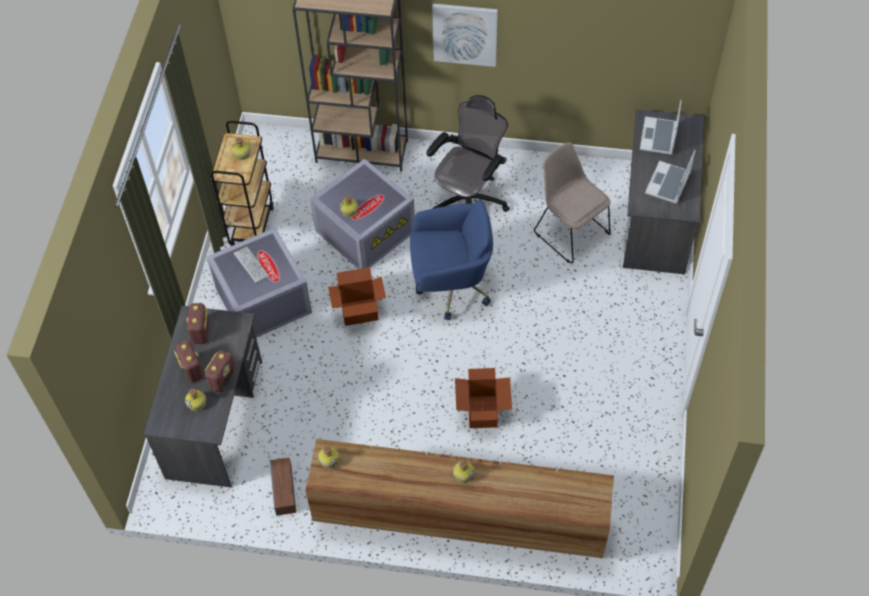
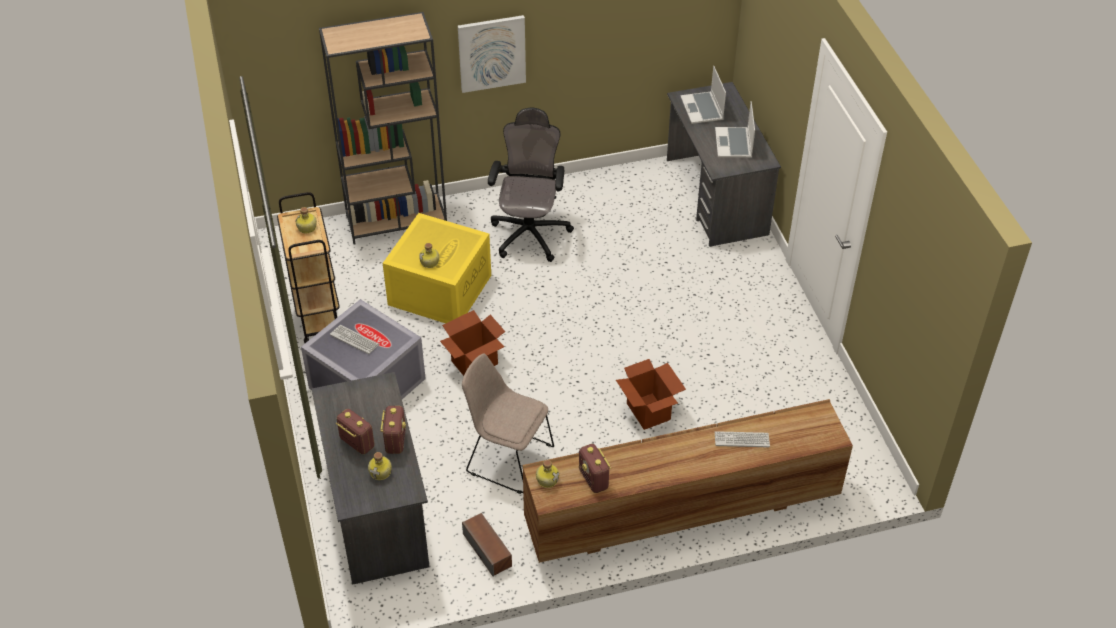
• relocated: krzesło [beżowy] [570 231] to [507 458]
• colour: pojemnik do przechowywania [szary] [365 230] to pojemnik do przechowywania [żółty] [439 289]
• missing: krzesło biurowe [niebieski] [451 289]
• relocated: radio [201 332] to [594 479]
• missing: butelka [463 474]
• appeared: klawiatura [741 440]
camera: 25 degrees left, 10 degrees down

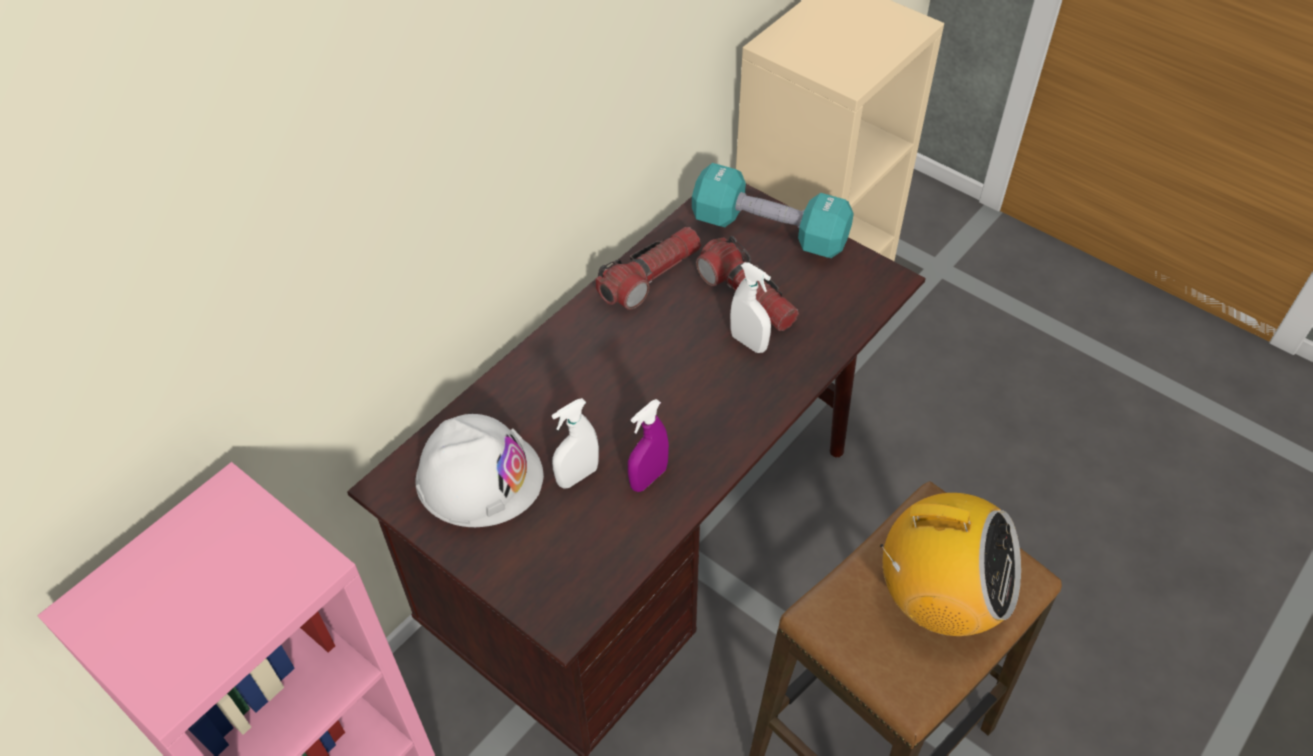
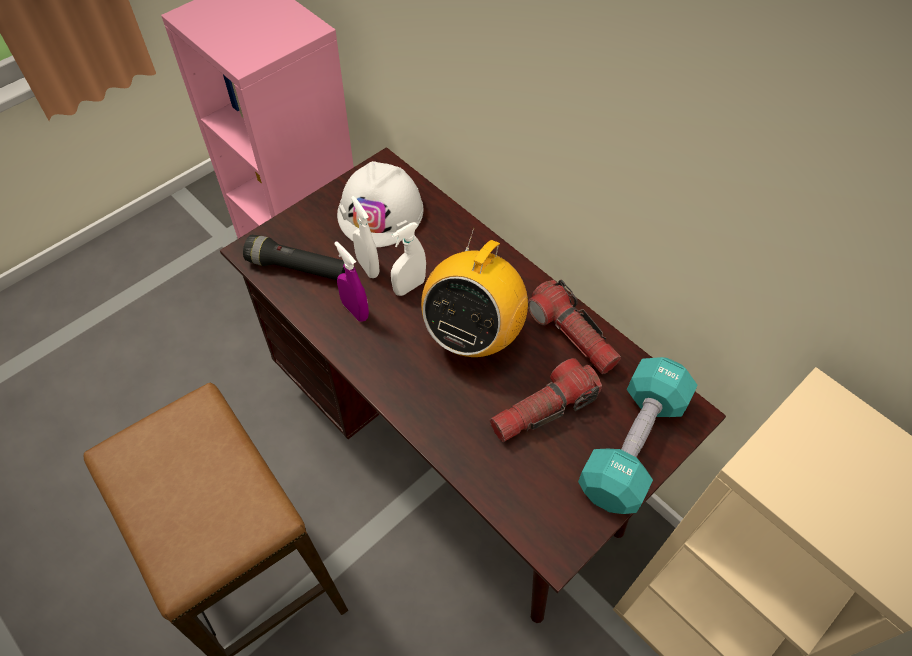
• relocated: spryskiwacz [biały] [748 342] to [409 287]
• relocated: radio [939 600] to [472 334]
• appeared: latarka [czarny] [299 268]
camera: 95 degrees right, 5 degrees up

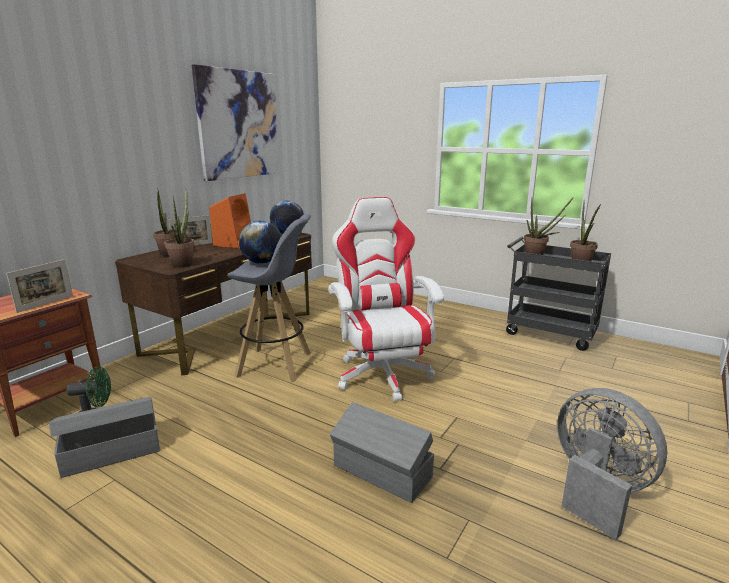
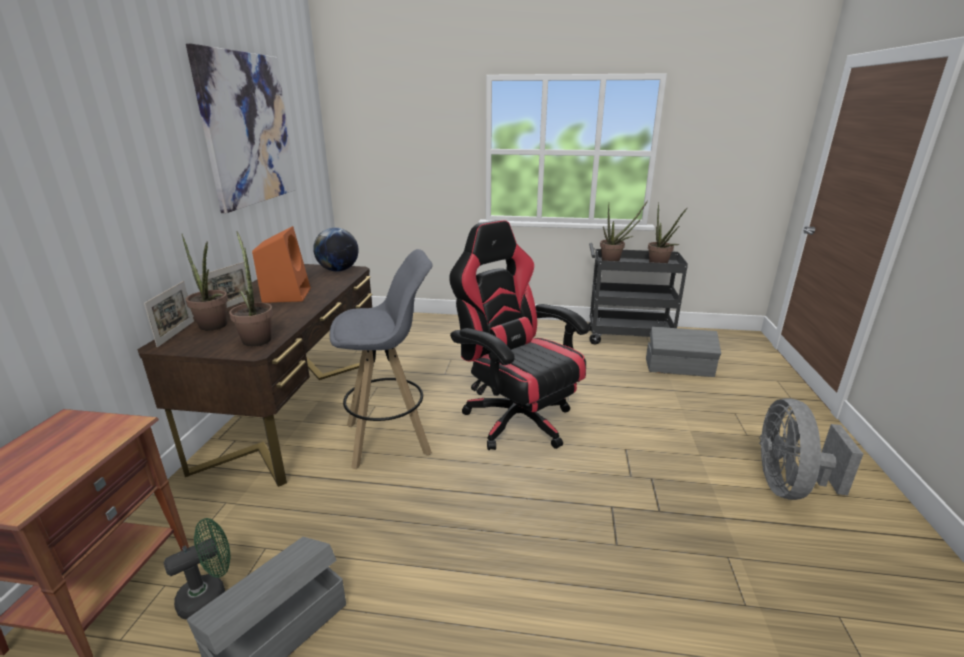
• colour: krzesło biurowe [biały] [382 375] to krzesło biurowe [czarny] [518 421]
• missing: globus [262 262]
• relocated: ramka na zdjęcie [45 304] to [176 333]
• spun: wentylator [szary] [597 489] = [788 486] 105 degrees counterclockwise
• relocated: pojemnik do przechowywania [szary] [382 472] to [679 368]
camera: 25 degrees left, 5 degrees up

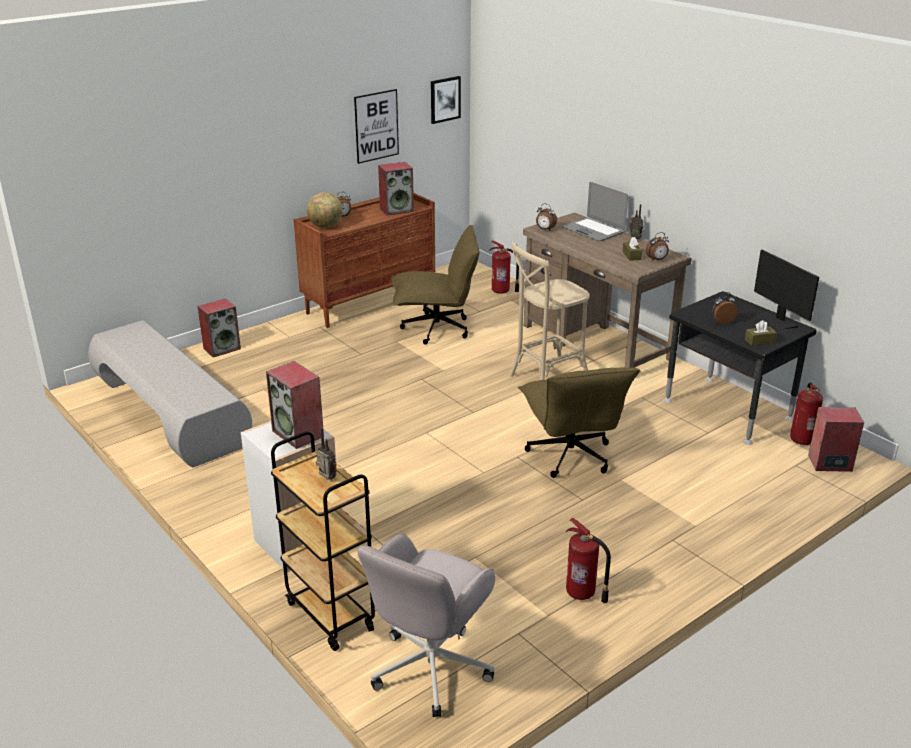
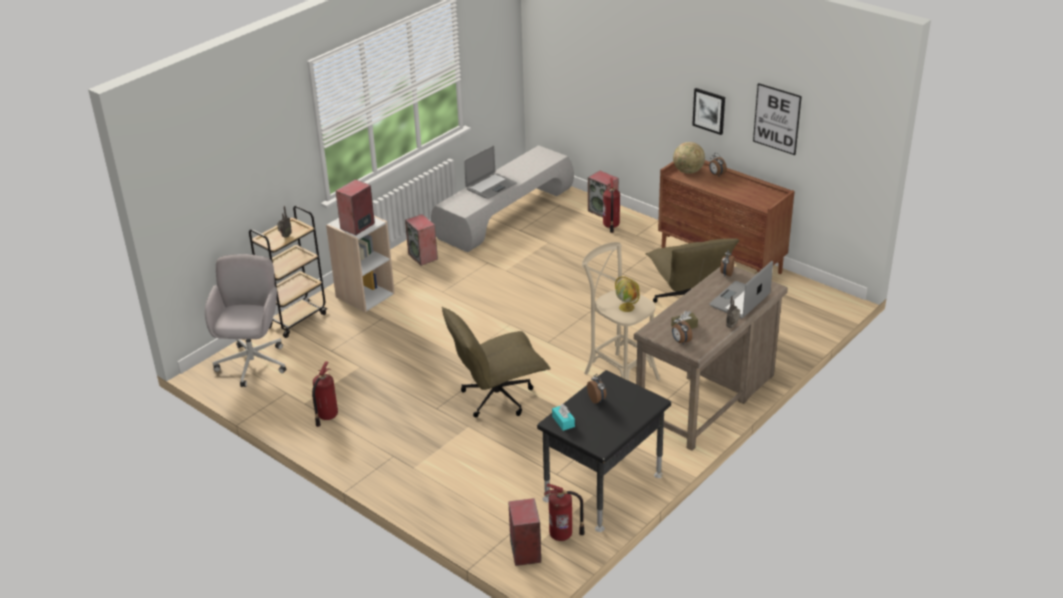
• relocated: obraz [445 99] to [709 111]
• relocated: głośnik [397 209] to [423 257]
• relocated: gaśnica [502 291] to [611 225]
• missing: monitor [775 321]
• colour: pudełko chusteczek [brązowy] [759 341] to pudełko chusteczek [turkusowy] [563 421]
• spun: krzesło biurowe [szary] [430 670] = [253 363] 75 degrees clockwise
• appeared: laptop [491 186]
• appeared: globus [627 307]
camera: 80 degrees right, 5 degrees up

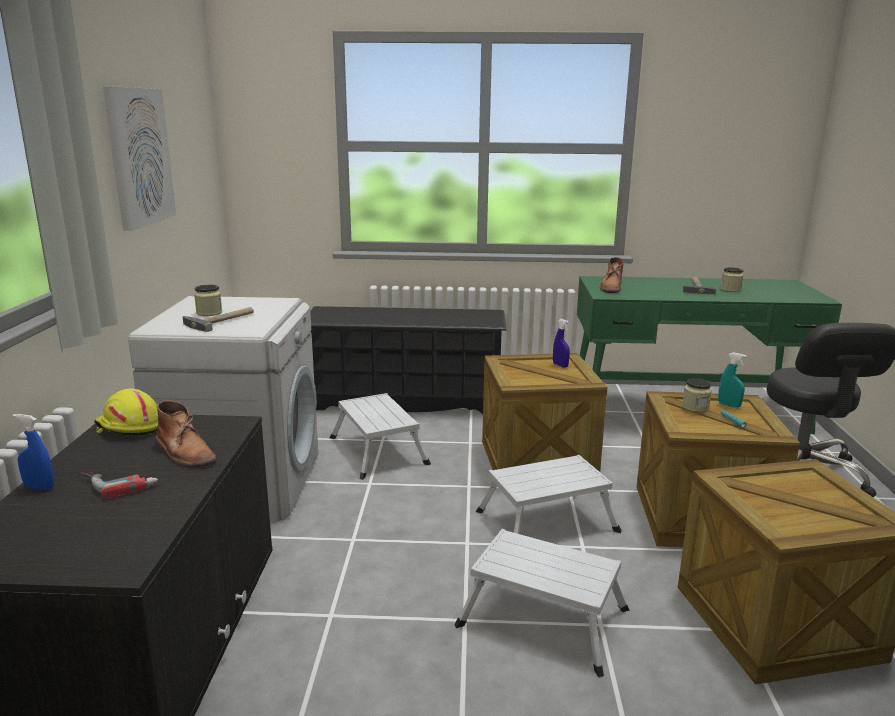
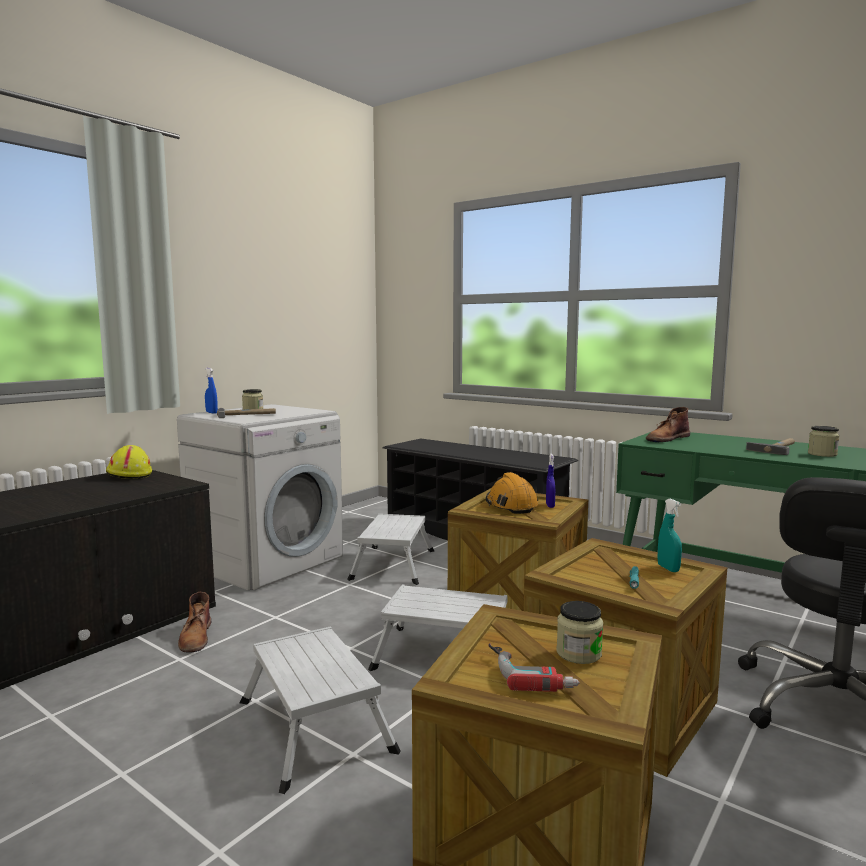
• missing: obraz [139 157]
• relocated: słoik [695 407] to [578 653]
• relocated: but z cholewką [brązowy] [185 452] to [196 637]
• relocated: spryskiwacz [niebieski] [39 487] to [211 412]
• relocated: wiertarka [120 482] to [531 671]
• appeared: kask [pomarańczowy] [511 505]
camera: 35 degrees right, 10 degrees down

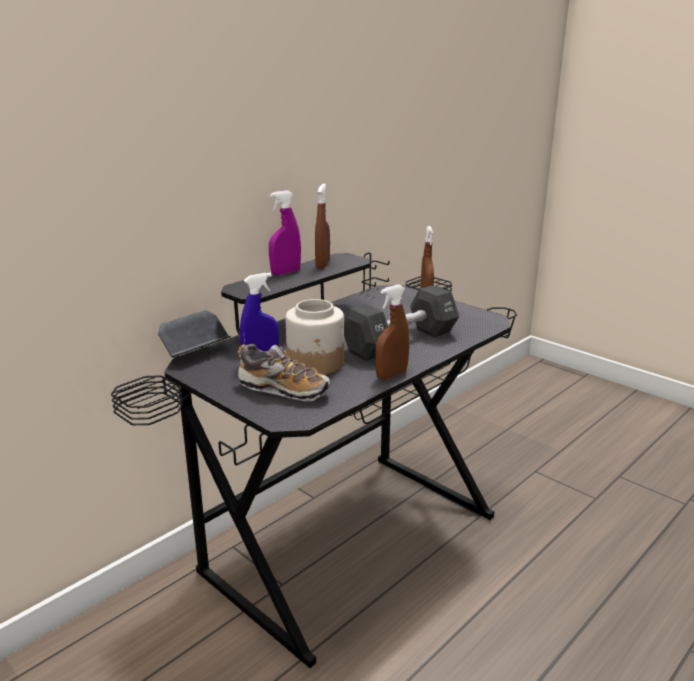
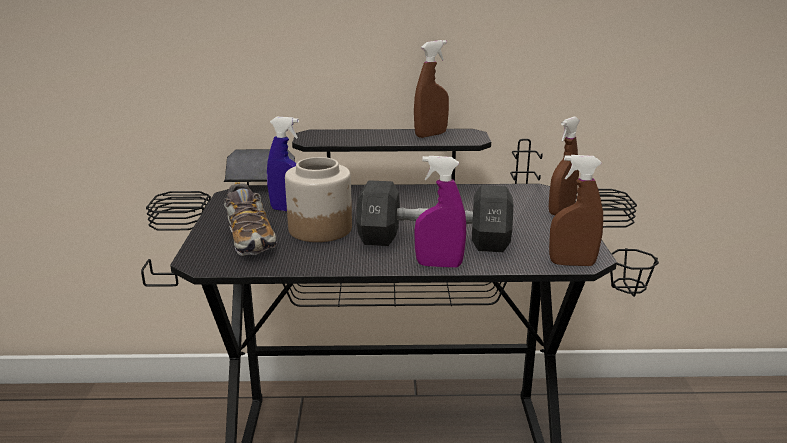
• relocated: spryskiwacz [fioletowy] [285 272] to [439 265]
• relocated: spryskiwacz [brązowy] [391 375] to [572 264]
camera: 45 degrees right, 0 degrees up

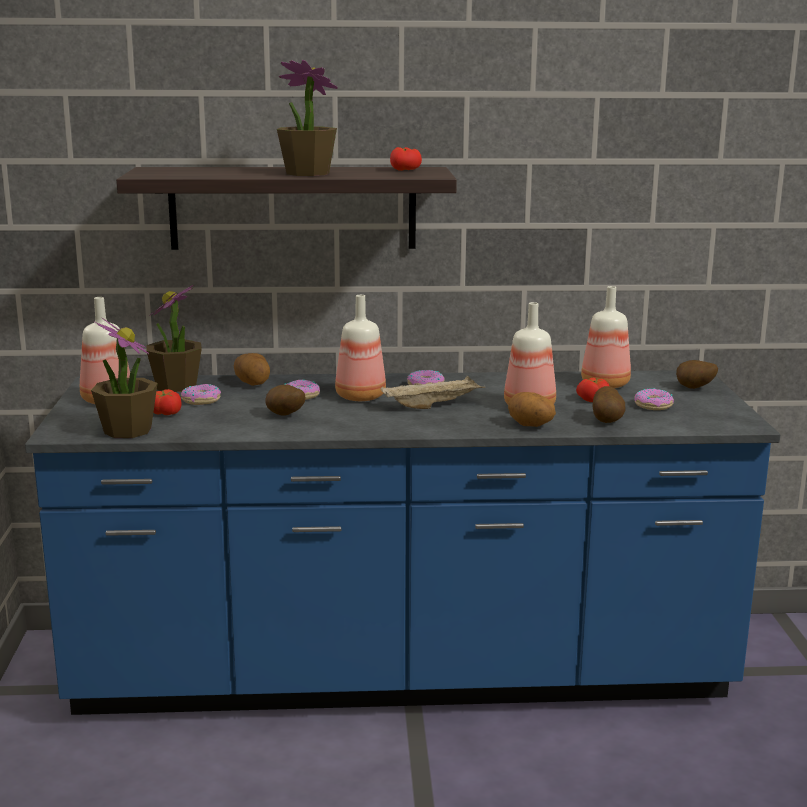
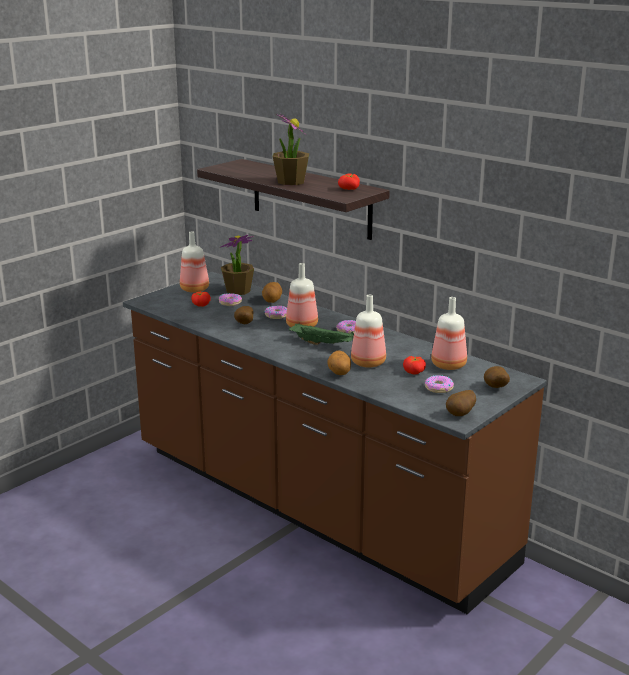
• missing: roślina doniczkowa [127 430]
• colour: zabudowa kuchenna [niebieski] [401 675] to zabudowa kuchenna [brązowy] [314 507]
• colour: taca [beżowy] [433 405] to taca [zielony] [323 344]
• relocated: ziemniak [607 421] to [461 414]
camera: 45 degrees right, 5 degrees up

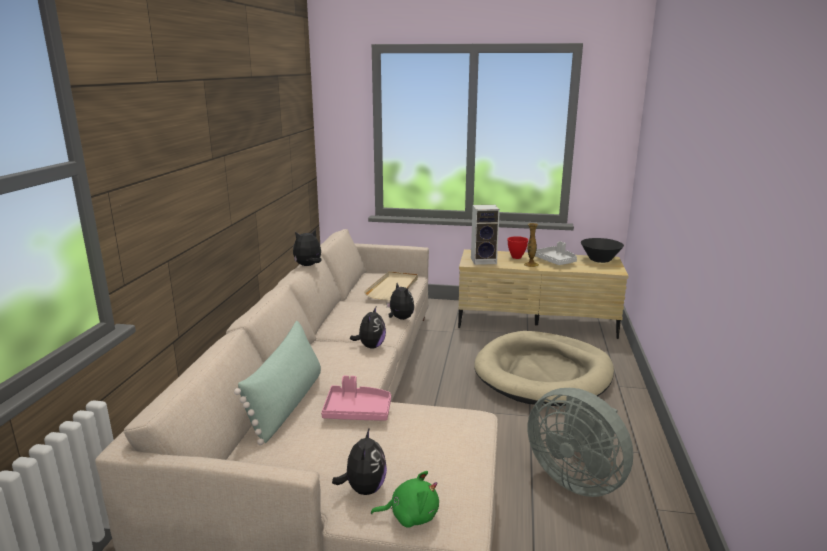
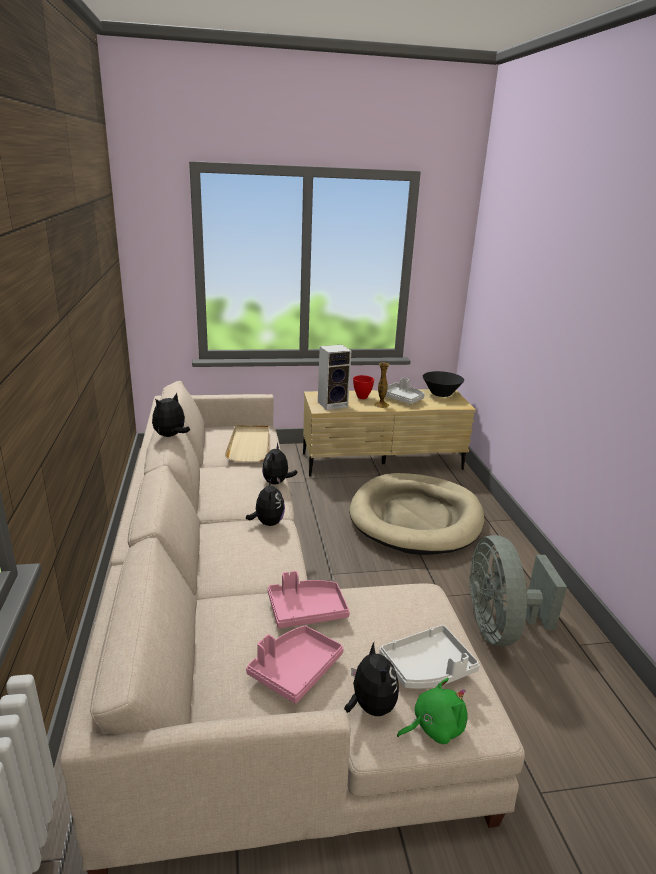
• spun: pluszak [400 318] = [277 483] 120 degrees counterclockwise
• missing: poduszka [zielony] [287 404]
• spun: wentylator [szary] [576 478] = [500 628] 60 degrees clockwise
• appeared: taca [różowy] [295 670]
• appeared: taca [biały] [428 668]
camera: 20 degrees left, 5 degrees up

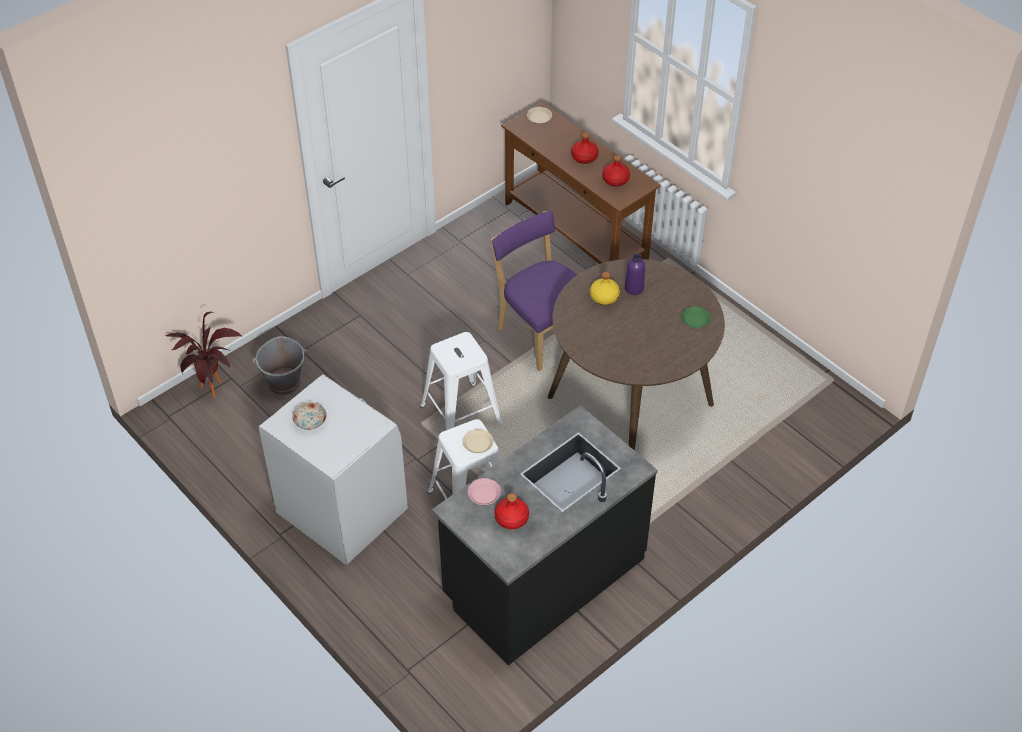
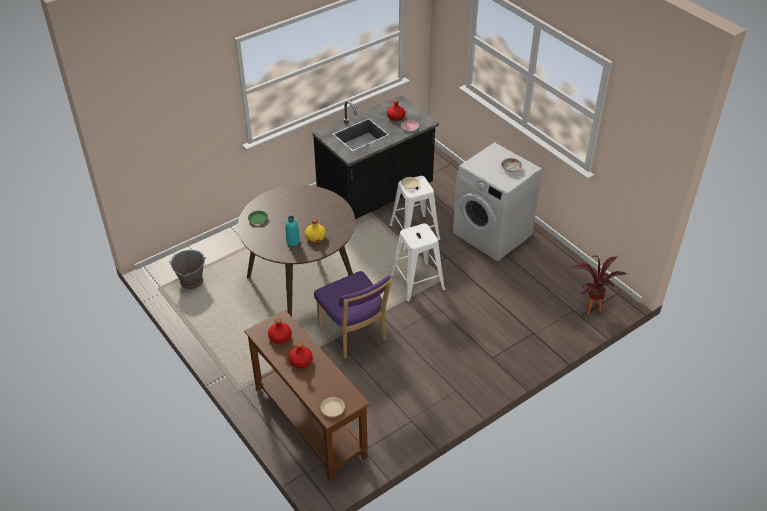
• colour: butelka [fioletowy] [634 288] to butelka [turkusowy] [293 241]
• relocated: wiadro [szary] [285 383] to [191 281]
camera: 175 degrees left, 5 degrees down

